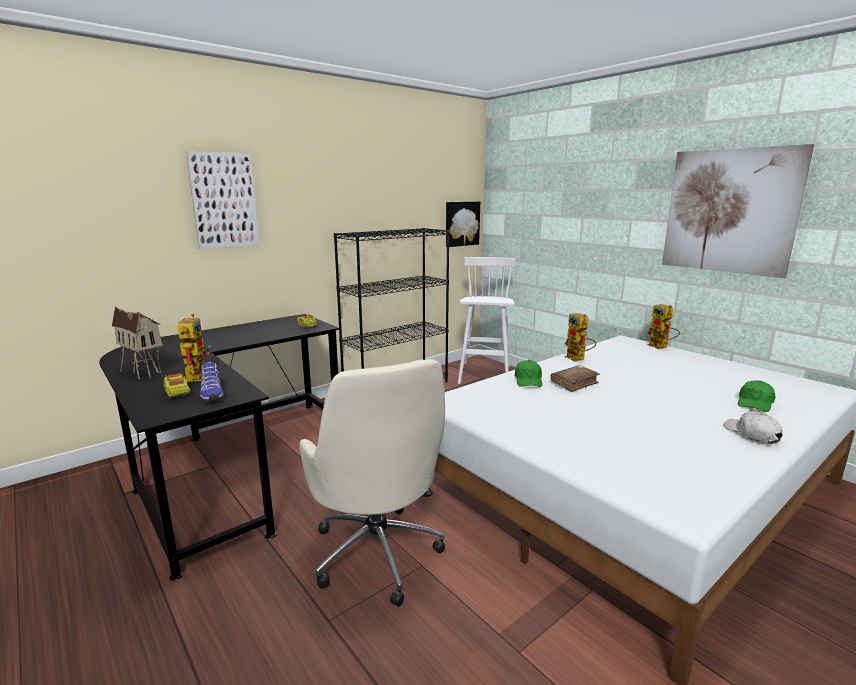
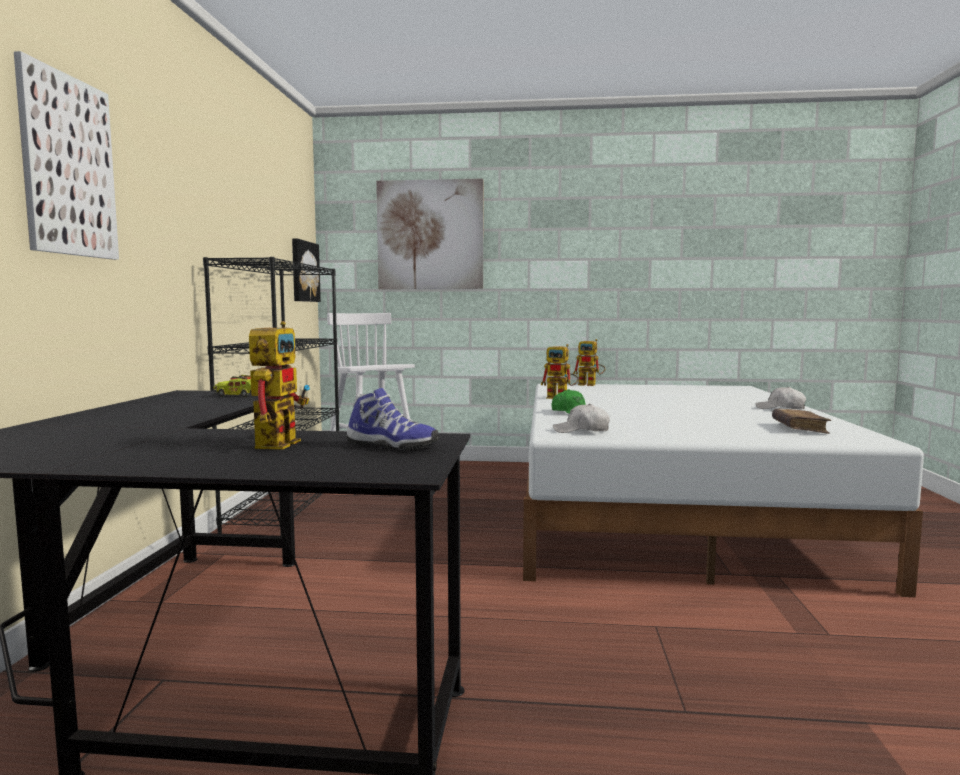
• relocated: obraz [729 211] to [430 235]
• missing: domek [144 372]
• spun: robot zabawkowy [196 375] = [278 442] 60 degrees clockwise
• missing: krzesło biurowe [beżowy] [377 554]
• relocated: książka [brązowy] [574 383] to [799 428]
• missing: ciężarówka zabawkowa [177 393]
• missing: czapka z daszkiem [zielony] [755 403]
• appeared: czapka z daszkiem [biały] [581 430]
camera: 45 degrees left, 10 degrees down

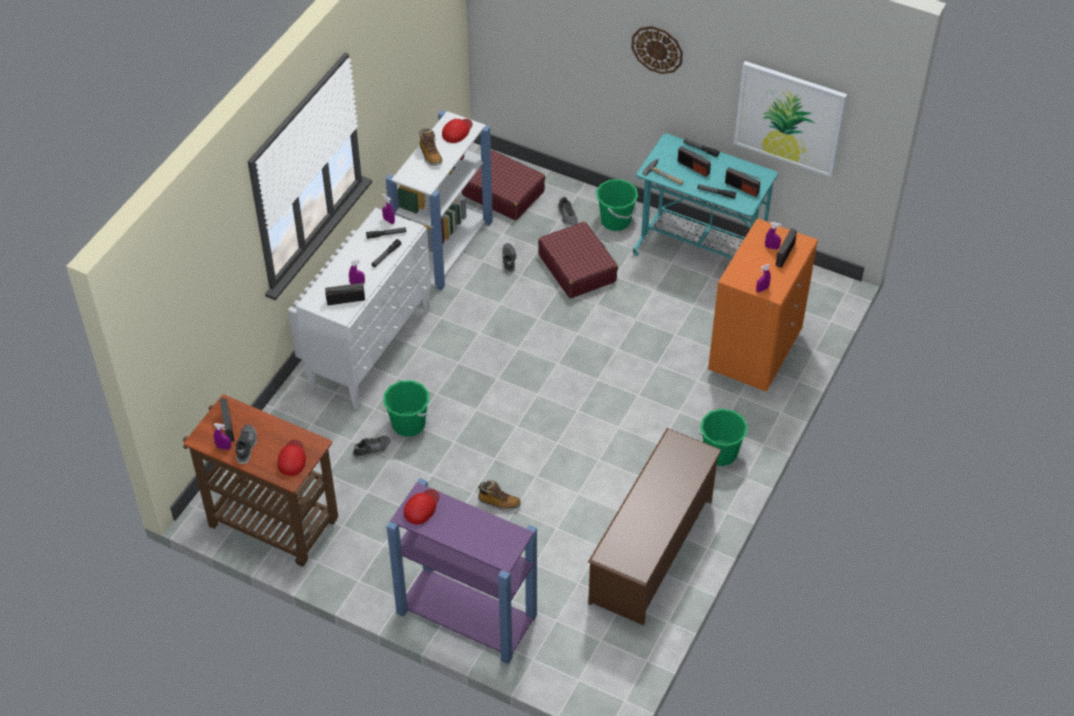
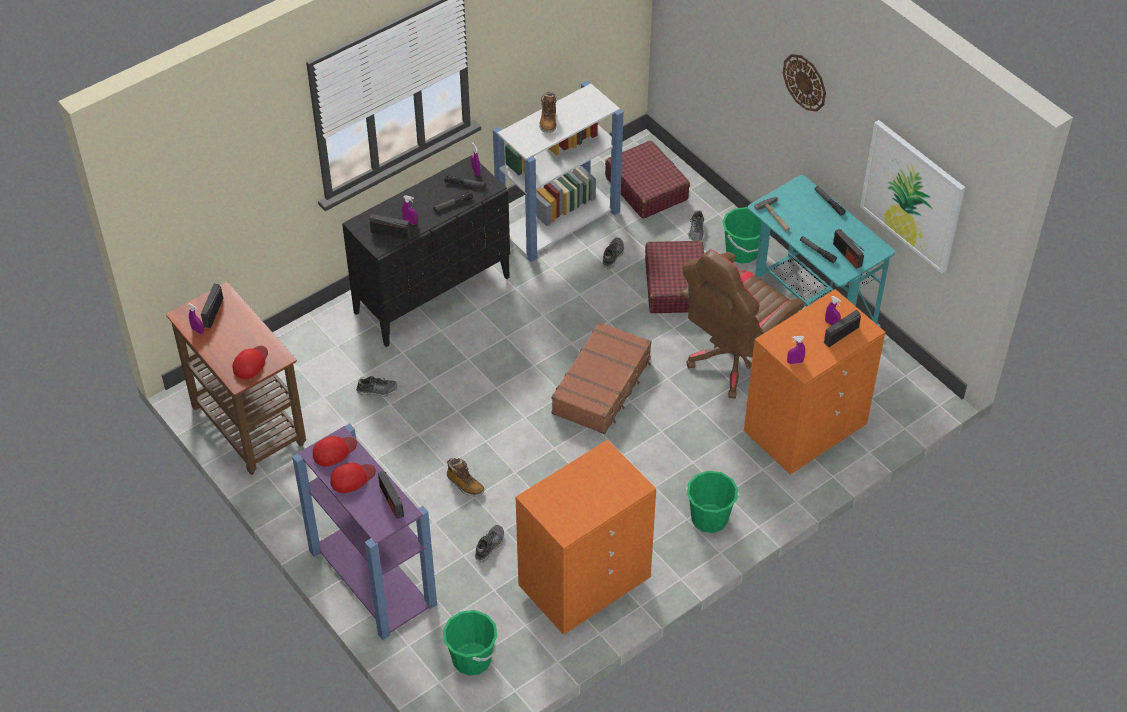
• relocated: czapka z daszkiem [czerwony] [457 131] to [352 478]
• relocated: radio [693 167] to [391 501]
• colour: komoda [biały] [373 349] to komoda [czarny] [434 295]
• relocated: wiadro [zielony] [408 424] to [472 659]
• relocated: but [246 446] to [489 546]
• exchanged: regał na buty [brązowy] [652 551] to szafka [pomarańczowy] [583 587]
• appeared: krzesło biurowe [brązowy] [736 358]
• appeared: walizka [brązowy] [602 386]
camera: 25 degrees right, 0 degrees up

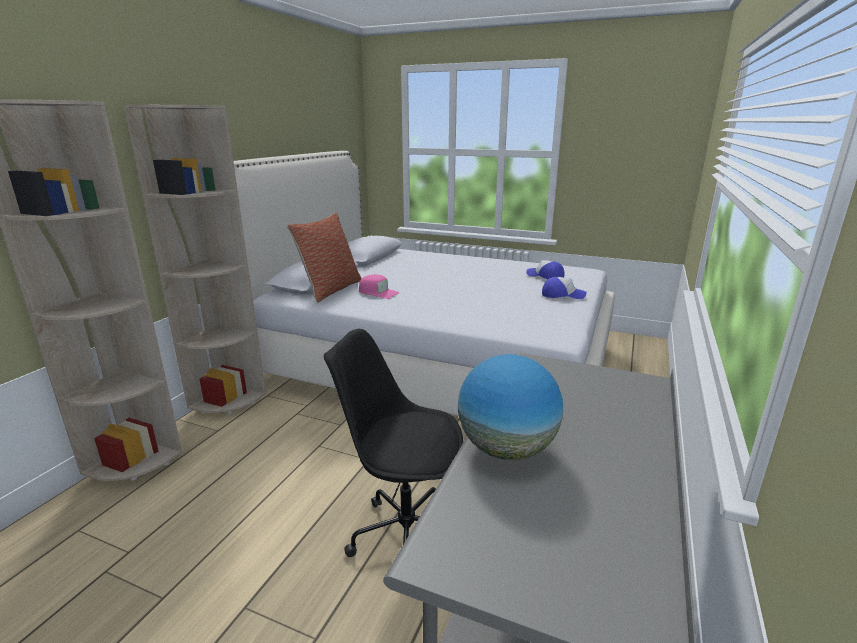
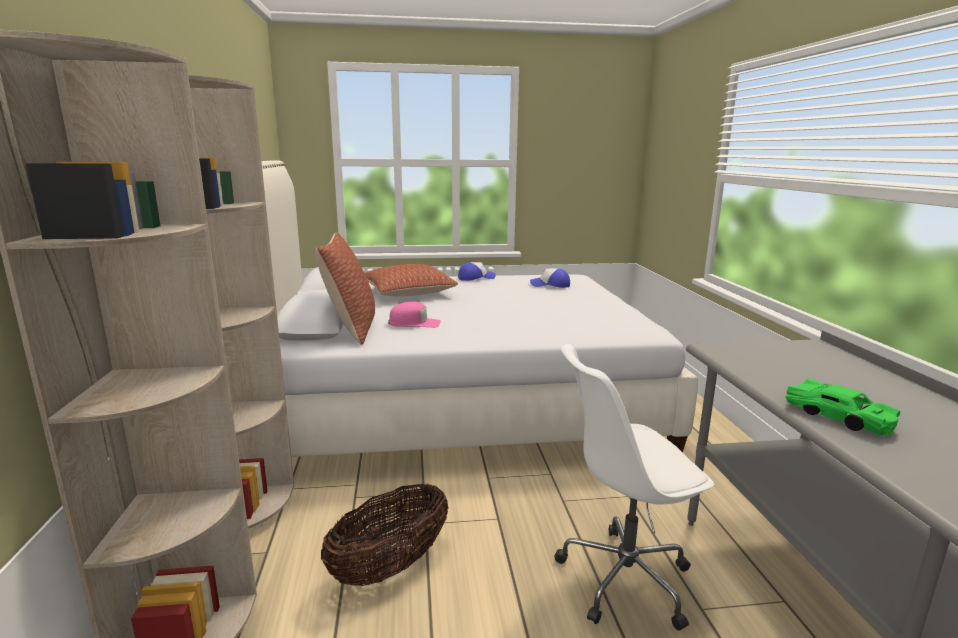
• relocated: czapka z daszkiem [562 295] to [476 278]
• colour: krzesło biurowe [czarny] [403 536] to krzesło biurowe [biały] [621 580]
• exchanged: globus [506 449] to samochodzik [zielony] [838 417]
• appeared: poduszka [408 293]
• appeared: koszyk [390 566]
camera: 30 degrees left, 5 degrees down

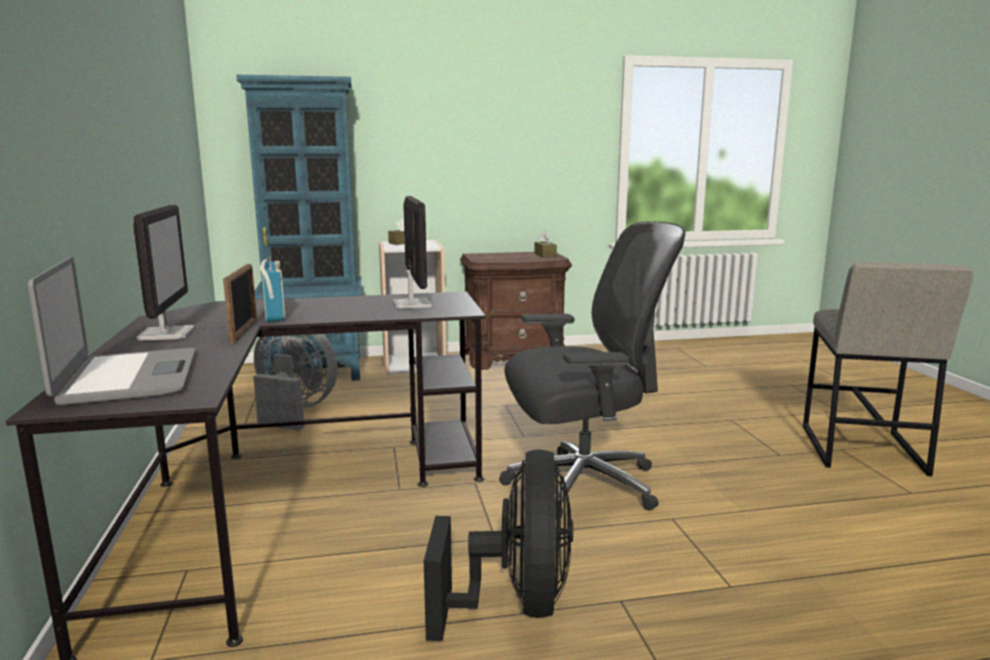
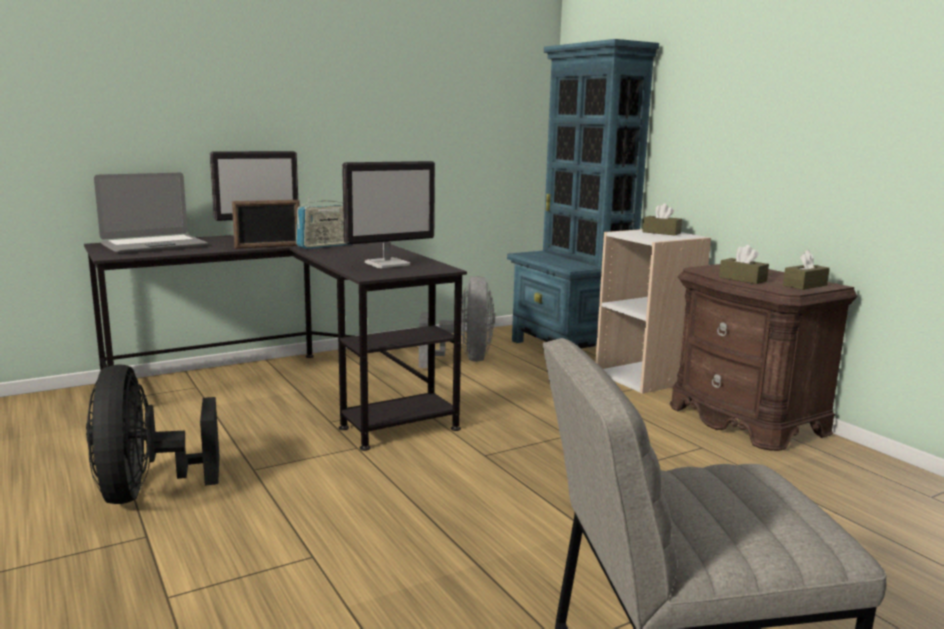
• missing: krzesło biurowe [581 486]
• spun: wentylator [czarny] [516 604] = [146 491] 90 degrees clockwise
• appeared: pudełko chusteczek [brązowy] [742 279]
camera: 70 degrees right, 0 degrees up

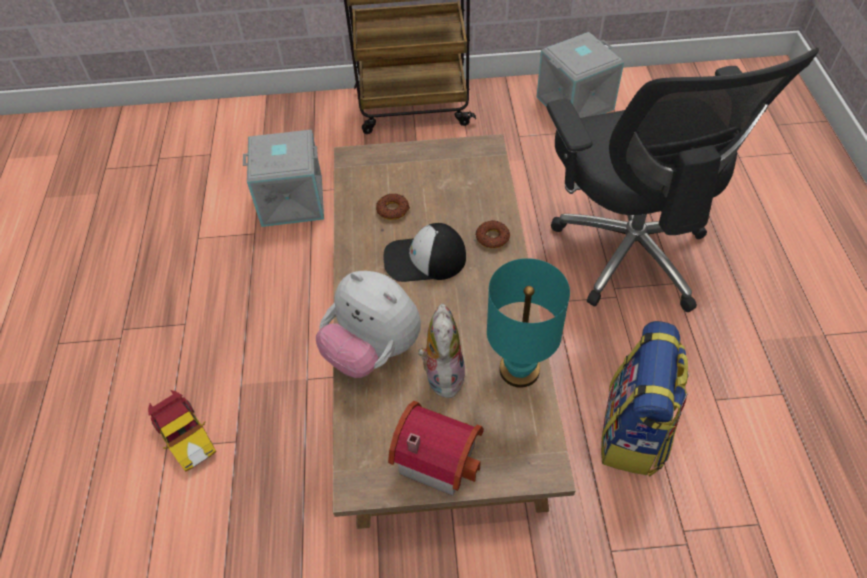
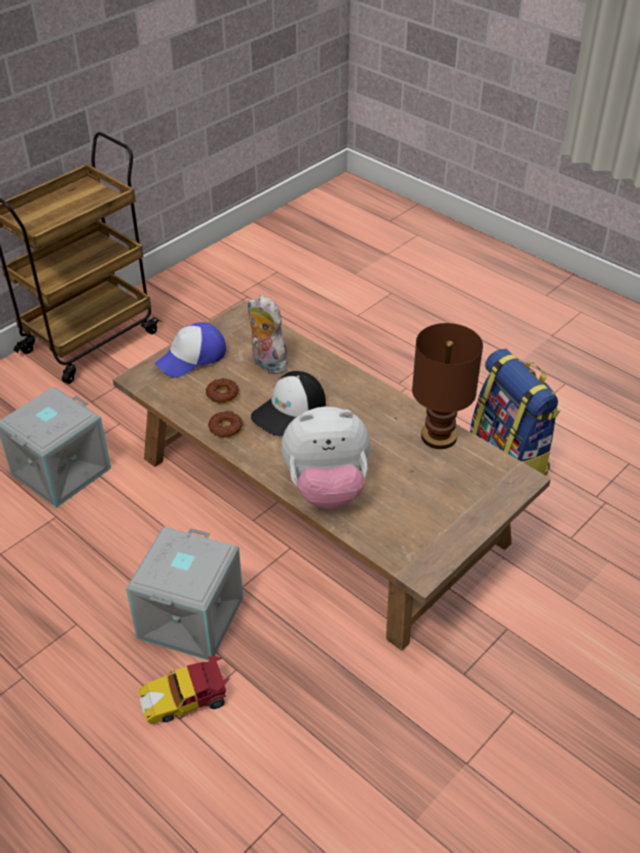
• relocated: pojemnik do przechowywania [szary] [575 104] to [192 619]
• missing: krzesło biurowe [628 249]
• relocated: donut [492 237] to [225 428]
• colour: lampa stołowa [turkusowy] [520 370] to lampa stołowa [brązowy] [440 436]
• relocated: pluszak [442 374] to [266 363]
• spun: samochodzik [185 436] = [187 698] 150 degrees clockwise
• missing: domek [437 454]
• appeared: czapka z daszkiem [192 358]
camera: 45 degrees left, 10 degrees down

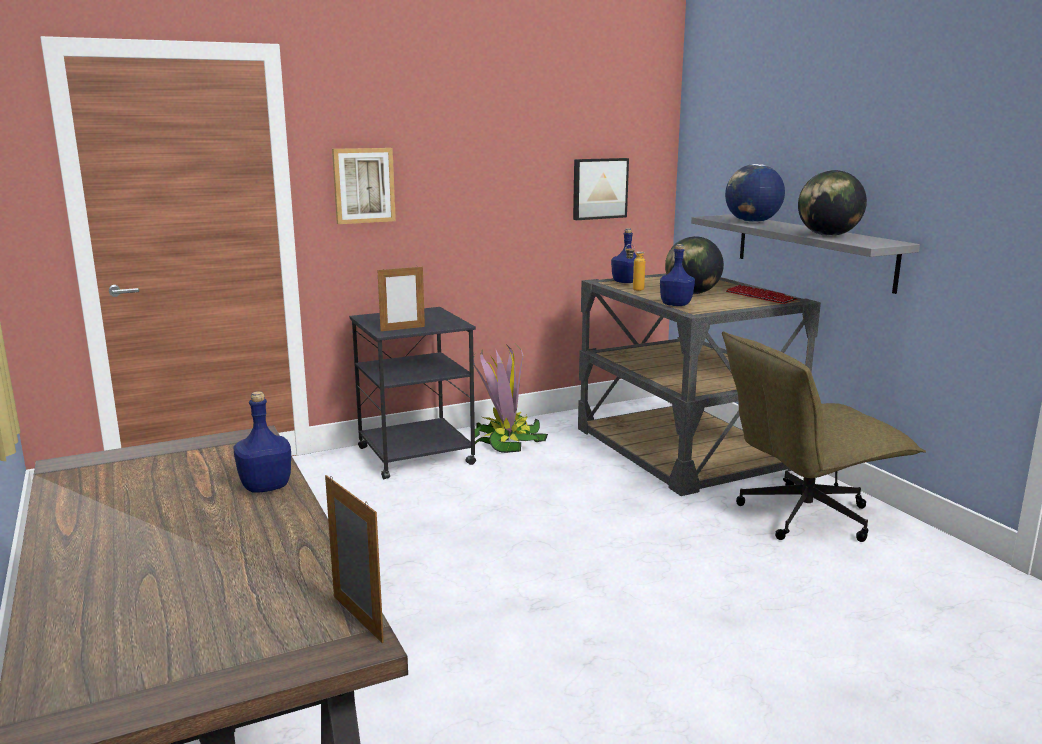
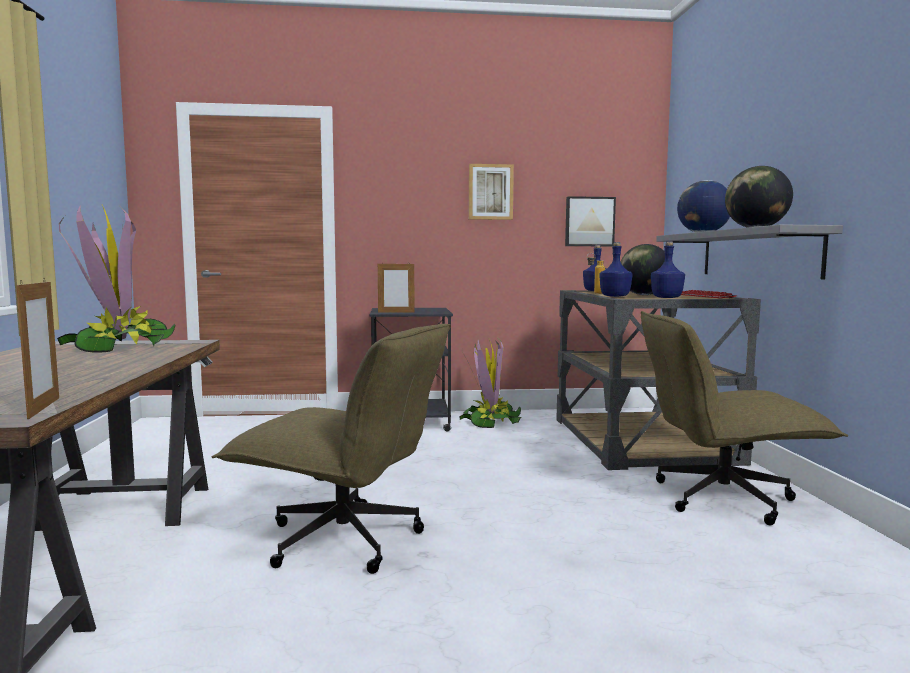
• relocated: obraz [363 185] to [490 192]
• relocated: butelka [niebieski] [266 487] to [667 298]
• appeared: roślina doniczkowa [120 346]
• appeared: krzesło biurowe [beżowy] [341 539]
camera: 20 degrees right, 10 degrees down

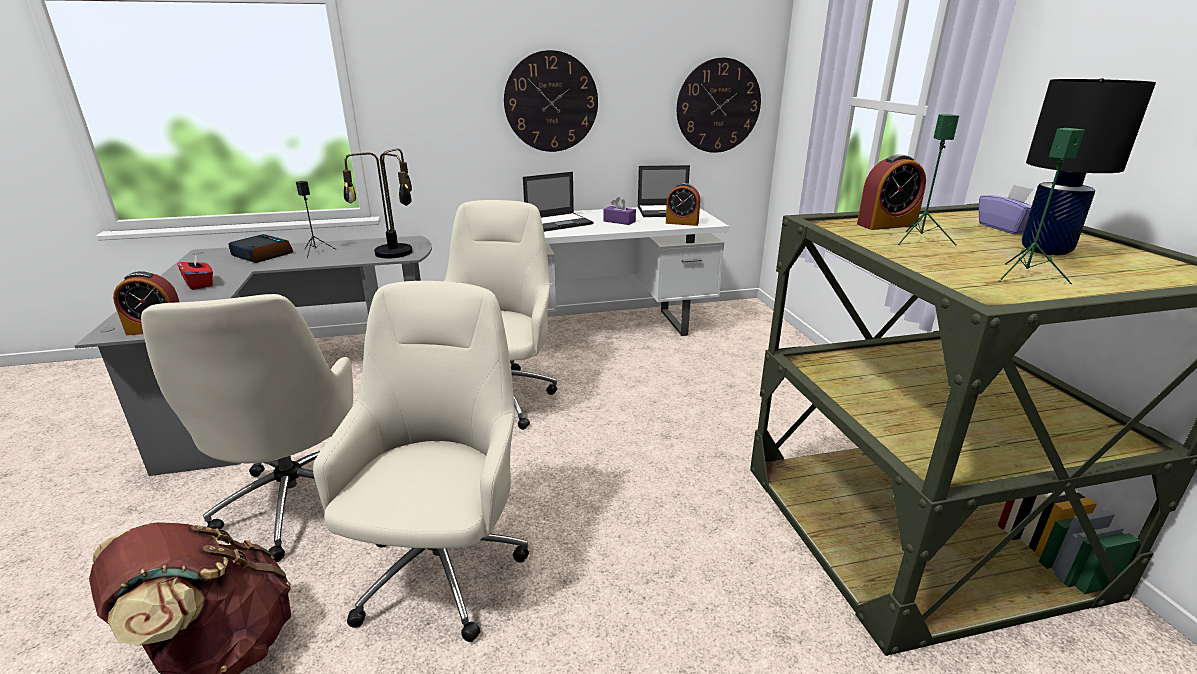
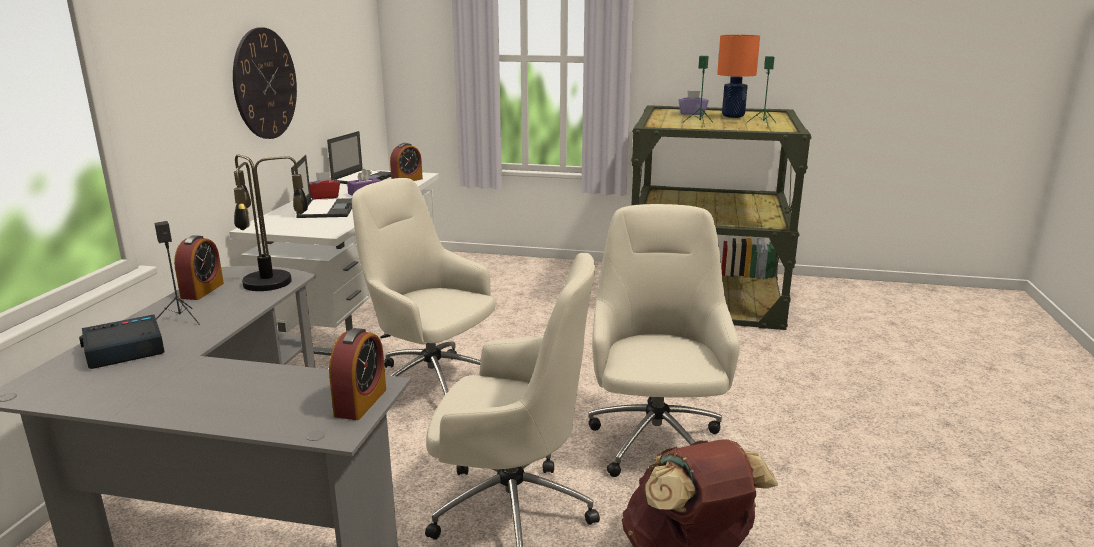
• missing: zegar ścienny [718 106]
• colour: lampa stołowa [czarny] [1046 252] to lampa stołowa [pomarańczowy] [733 117]
• relocated: budzik [886 225] to [202 290]
• relocated: pudełko chusteczek [czerwony] [200 284] to [325 197]
• spun: krzesło biurowe [beżowy] [442 569] = [655 441] 60 degrees clockwise
camera: 65 degrees left, 5 degrees down

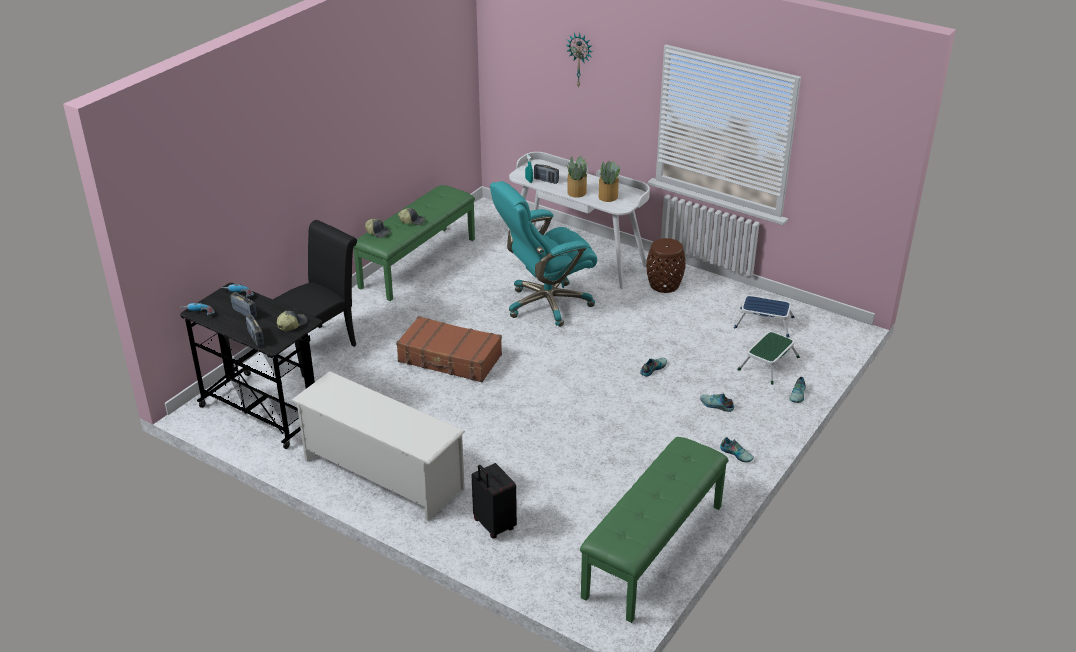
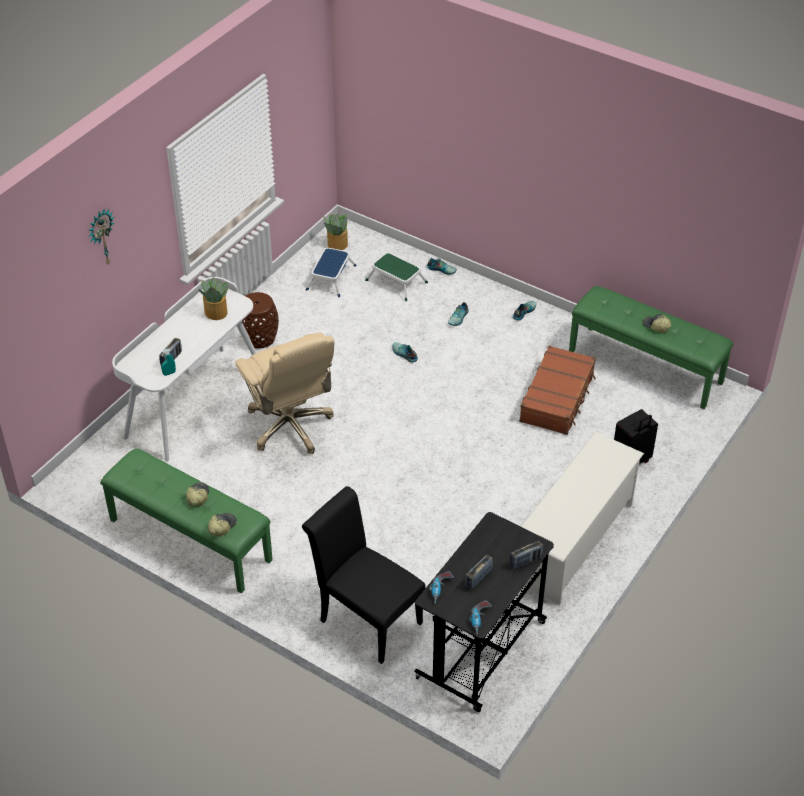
• relocated: roślina doniczkowa [577 192] to [337 244]
• colour: krzesło biurowe [turkusowy] [544 305] to krzesło biurowe [beżowy] [290 428]
• relocated: czapka z daszkiem [291 324] to [656 326]
• relocated: walizka [brązowy] [450 359] to [557 398]
camera: 90 degrees left, 10 degrees up

